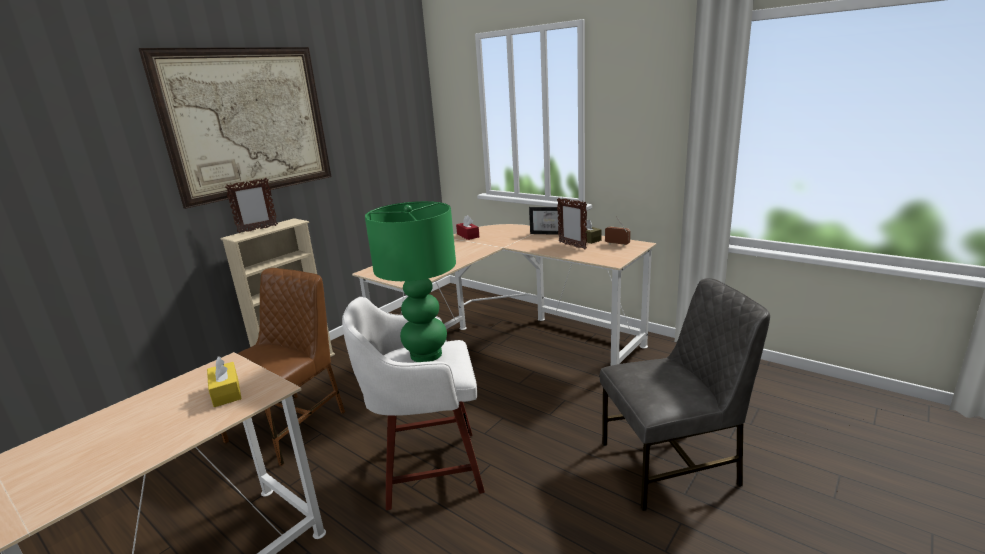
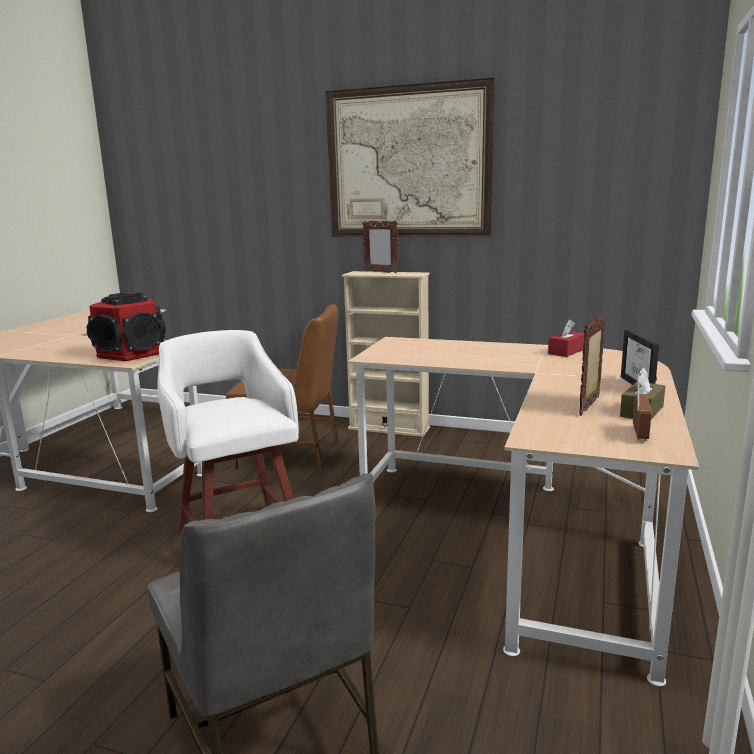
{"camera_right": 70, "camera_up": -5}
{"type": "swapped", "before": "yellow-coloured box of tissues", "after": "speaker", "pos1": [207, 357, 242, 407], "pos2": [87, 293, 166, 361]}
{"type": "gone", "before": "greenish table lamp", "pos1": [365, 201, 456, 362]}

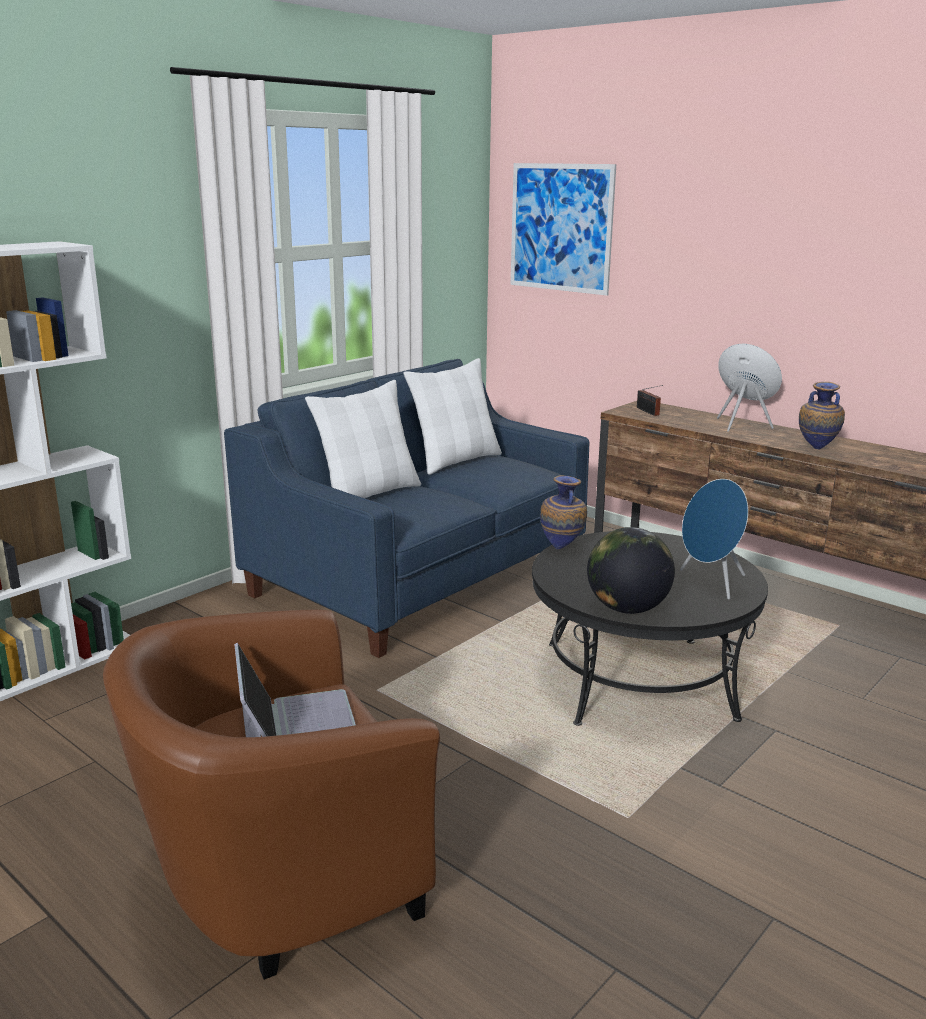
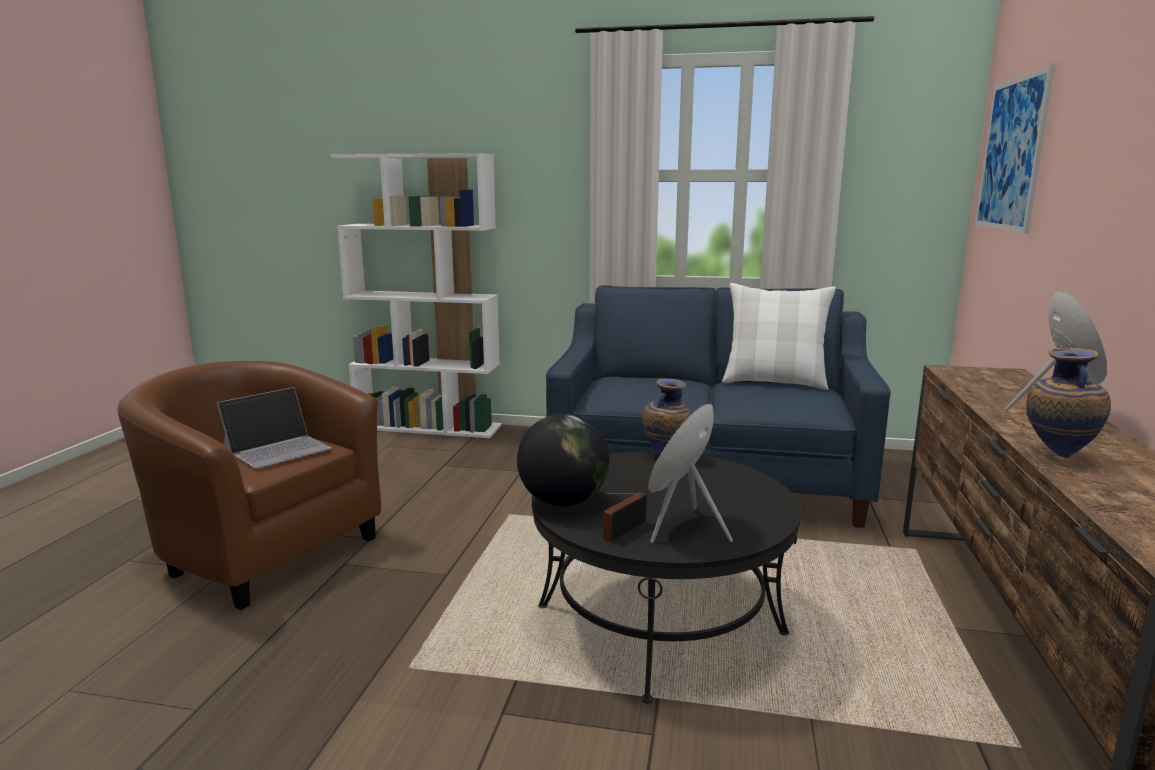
{"camera_right": 60, "camera_up": -5}
{"type": "shifted", "before": "radio set", "pos1": [637, 385, 663, 416], "pos2": [603, 493, 647, 542]}
{"type": "gone", "before": "white pillow", "pos1": [305, 380, 421, 498]}

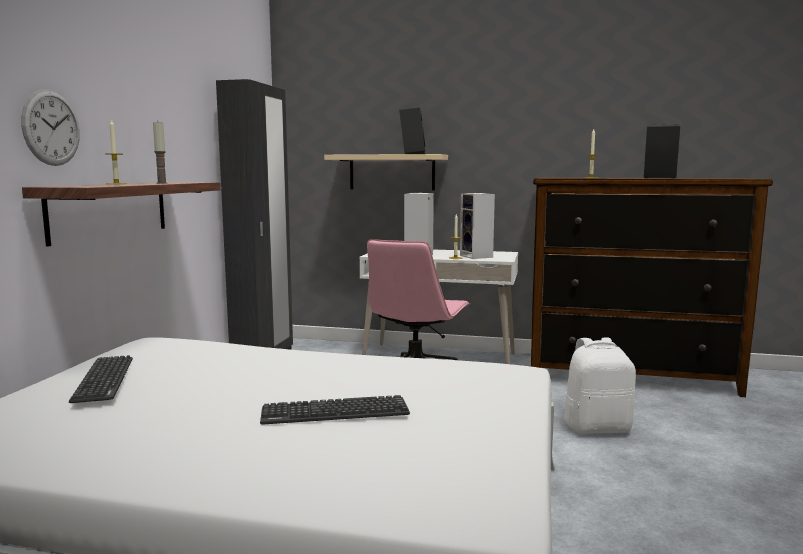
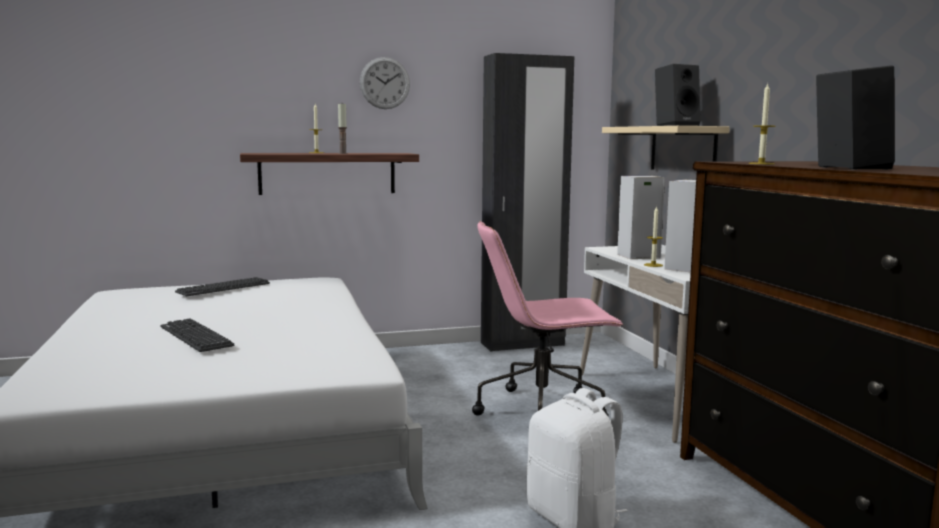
{"camera_right": 60, "camera_up": 0}
{"type": "shifted", "before": "wall clock", "pos1": [21, 90, 80, 166], "pos2": [360, 57, 410, 109]}

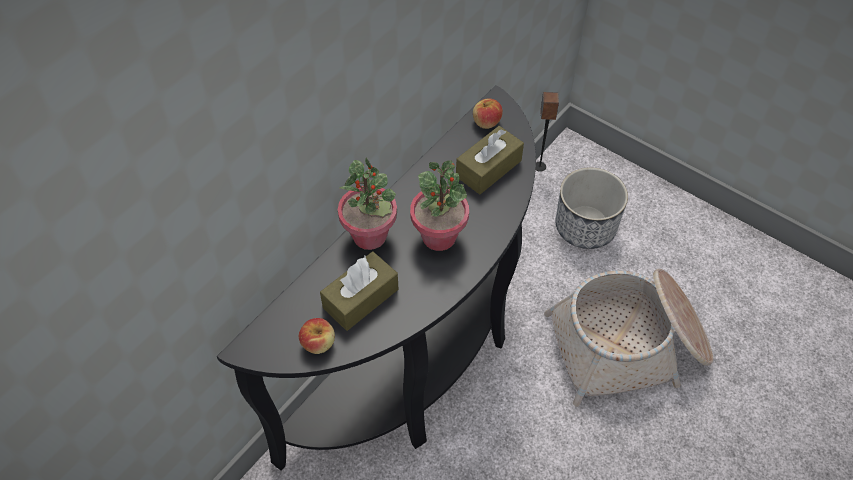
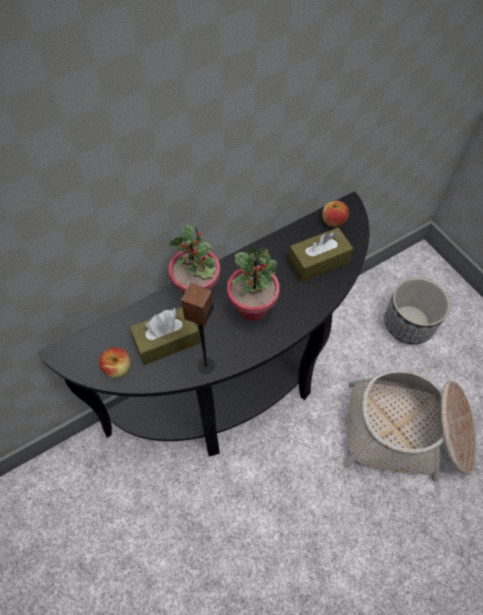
{"camera_right": 20, "camera_up": 5}
{"type": "shifted", "before": "speaker", "pos1": [536, 92, 559, 172], "pos2": [181, 283, 215, 374]}

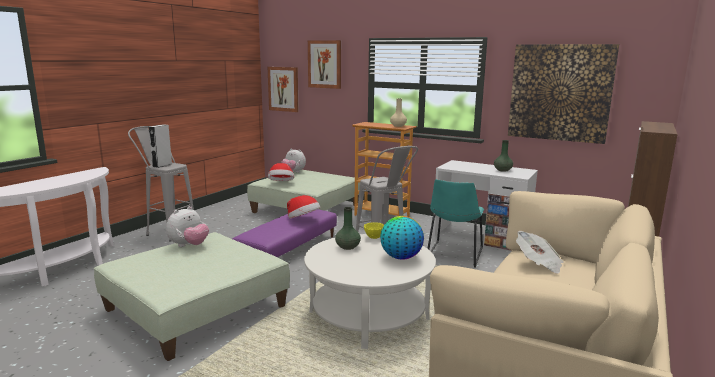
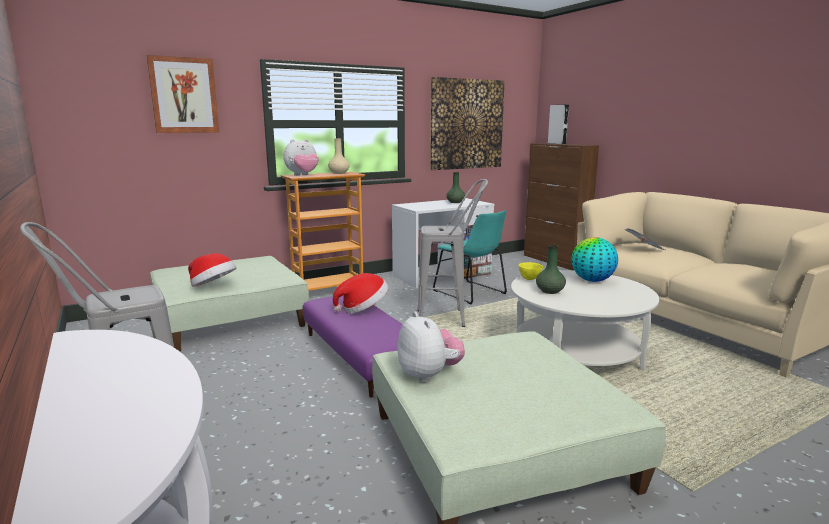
{"camera_right": -60, "camera_up": 0}
{"type": "shifted", "before": "soft toy", "pos1": [281, 148, 306, 173], "pos2": [284, 139, 319, 176]}
{"type": "shifted", "before": "grey speaker", "pos1": [149, 124, 172, 168], "pos2": [548, 105, 569, 144]}
{"type": "gone", "before": "picture", "pos1": [268, 67, 299, 112]}

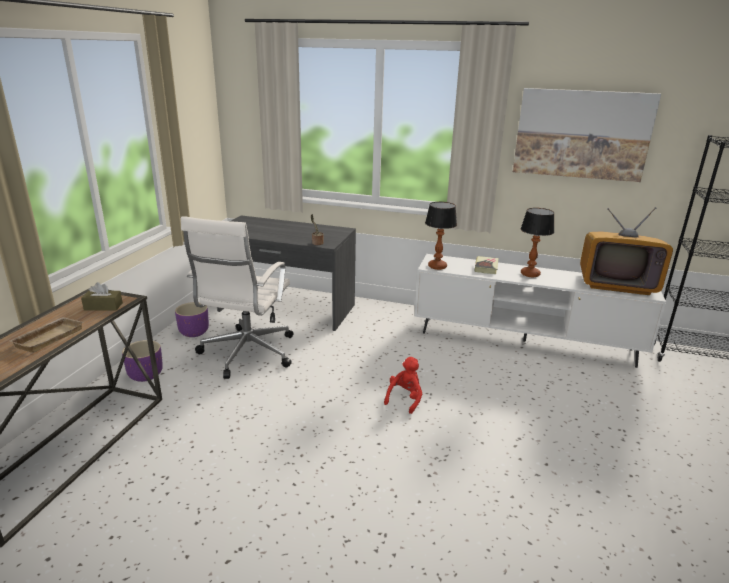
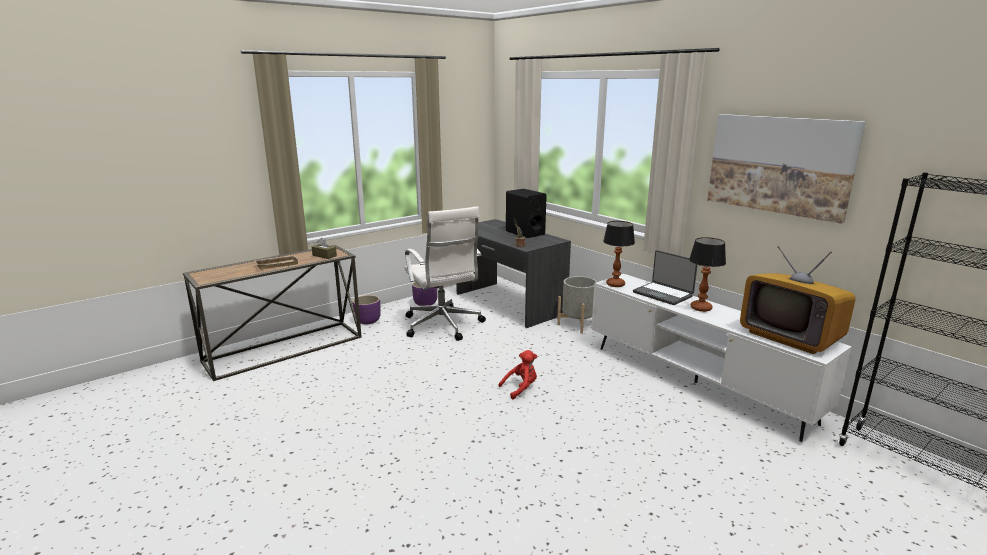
{"camera_right": 35, "camera_up": -5}
{"type": "rotated", "before": "white computer chair", "pos1": [181, 216, 294, 379], "pos2": [405, 206, 486, 341], "turn": -75}
{"type": "new", "after": "black-coloured speaker", "pos2": [506, 189, 547, 238]}
{"type": "new", "after": "grey flower pot", "pos2": [557, 276, 597, 334]}
{"type": "swapped", "before": "bound book", "after": "laptop", "pos1": [475, 256, 498, 274], "pos2": [633, 250, 698, 305]}

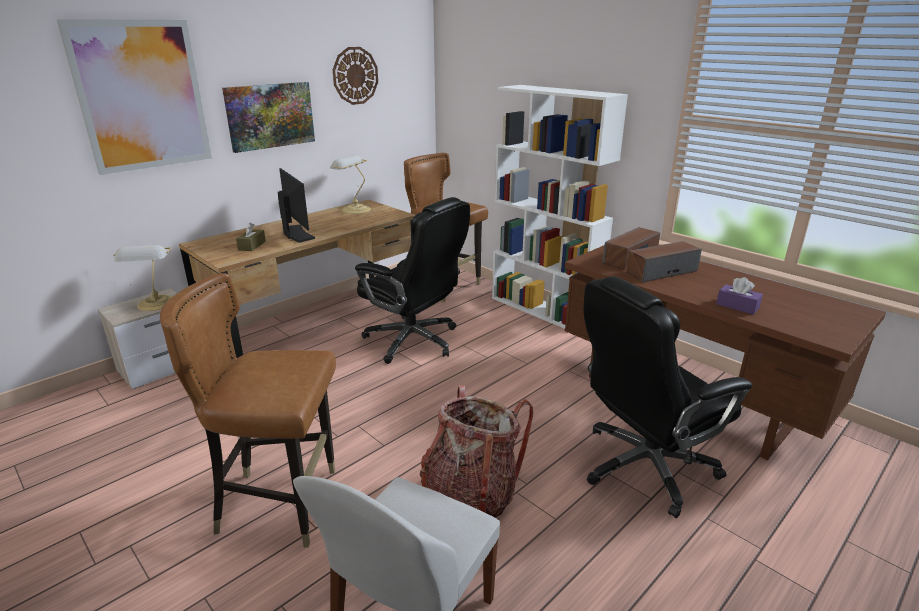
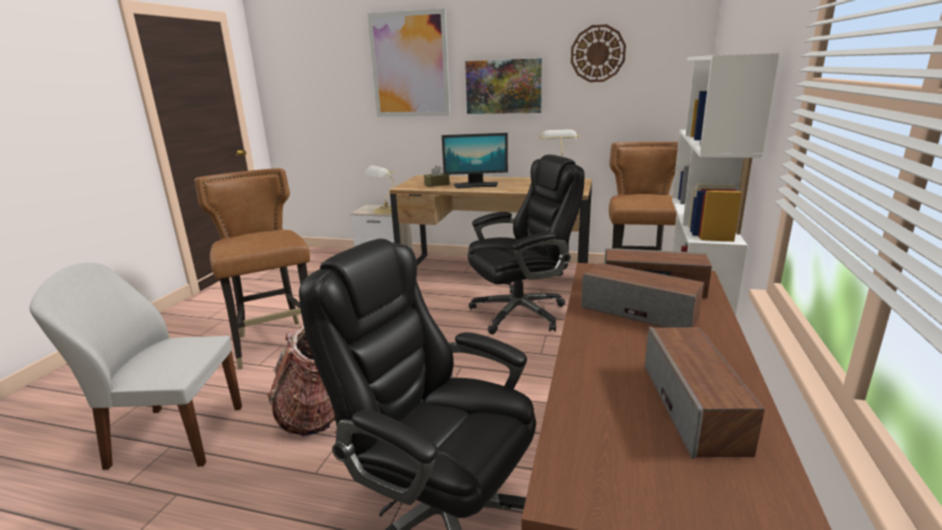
{"camera_right": 60, "camera_up": -5}
{"type": "rotated", "before": "computer screen", "pos1": [278, 168, 315, 243], "pos2": [442, 133, 508, 189], "turn": 60}
{"type": "rotated", "before": "black-coloured computer chair", "pos1": [355, 197, 470, 364], "pos2": [468, 155, 585, 335], "turn": -120}
{"type": "new", "after": "speaker", "pos2": [645, 327, 765, 458]}
{"type": "gone", "before": "purple box of tissues", "pos1": [716, 277, 763, 315]}

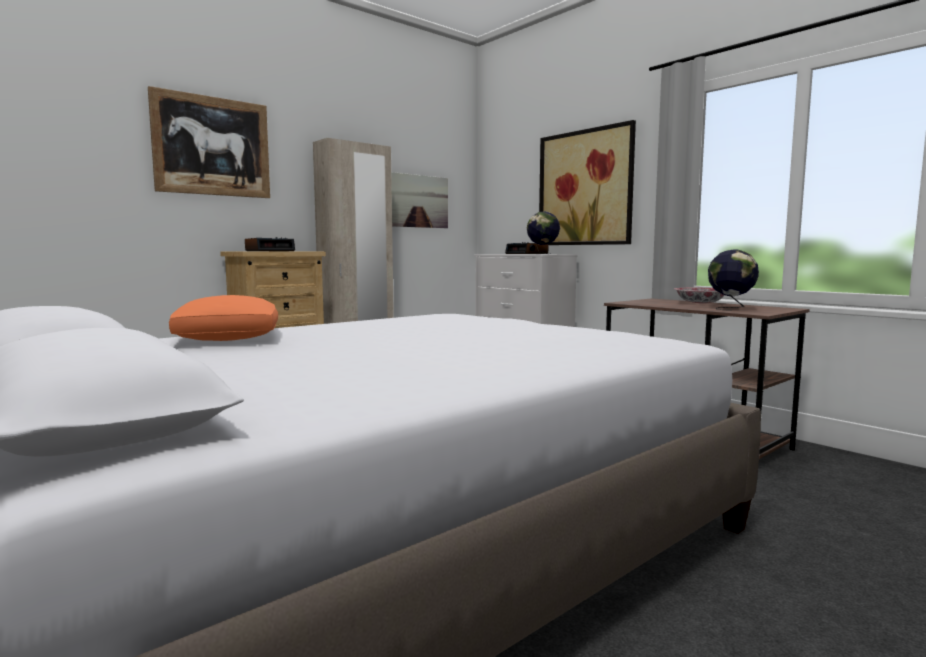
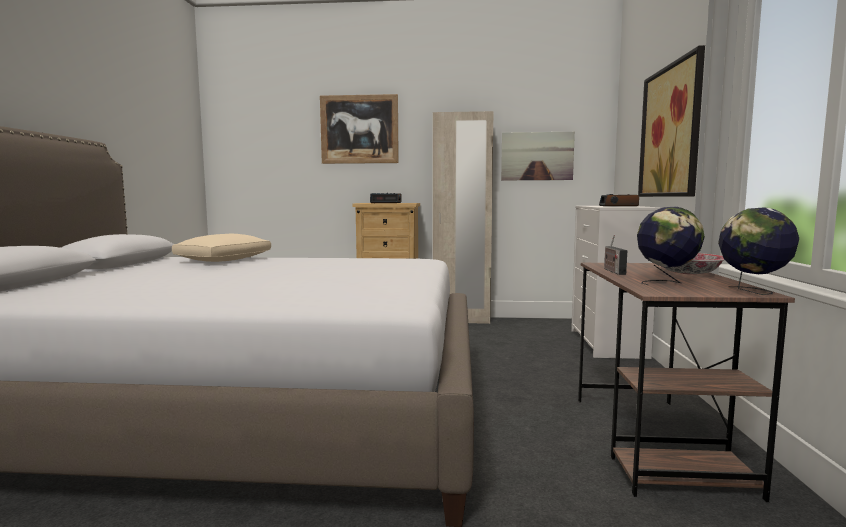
{"camera_right": 45, "camera_up": 0}
{"type": "repainted", "before": "orange pillow", "after": "sand-coloured pillow", "pos1": [169, 295, 278, 341], "pos2": [172, 234, 271, 262]}
{"type": "new", "after": "radio set", "pos2": [604, 235, 627, 275]}
{"type": "shifted", "before": "desk globe", "pos1": [527, 211, 560, 254], "pos2": [718, 207, 799, 295]}

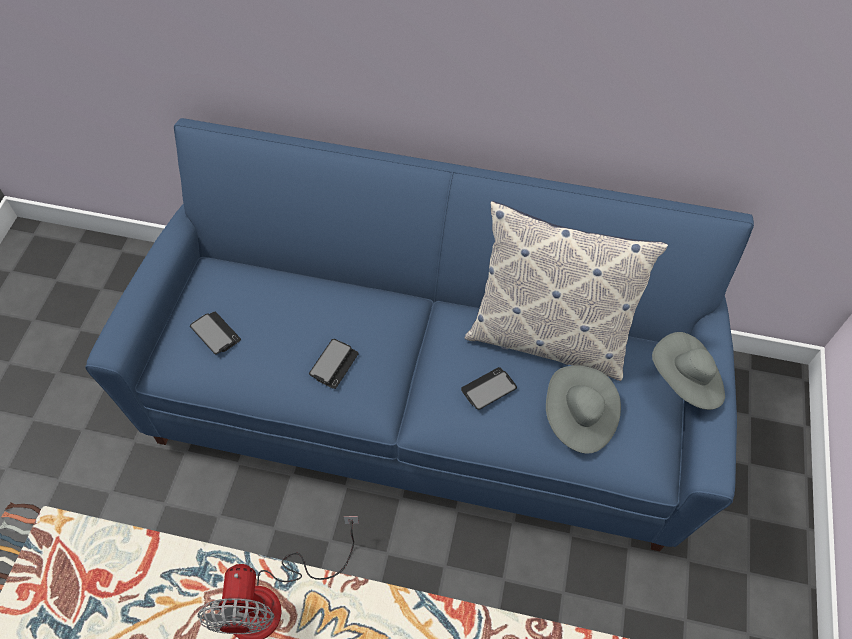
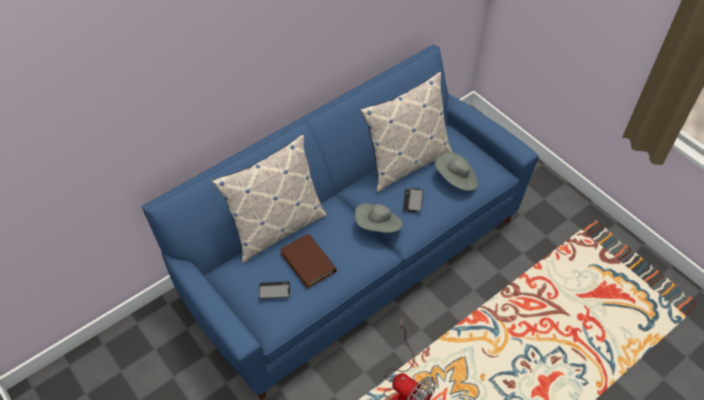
{"camera_right": -50, "camera_up": -5}
{"type": "new", "after": "pillow", "pos2": [212, 135, 327, 263]}
{"type": "new", "after": "brownish bound book", "pos2": [280, 234, 337, 289]}
{"type": "shifted", "before": "grey wearable hat", "pos1": [652, 332, 725, 410], "pos2": [355, 203, 403, 233]}
{"type": "gone", "before": "telephone", "pos1": [309, 339, 359, 389]}

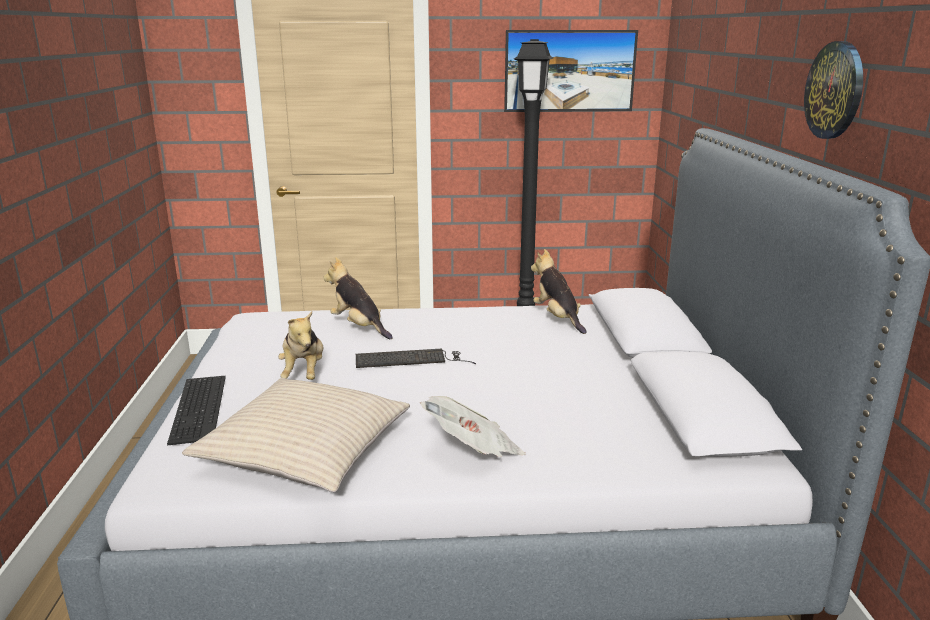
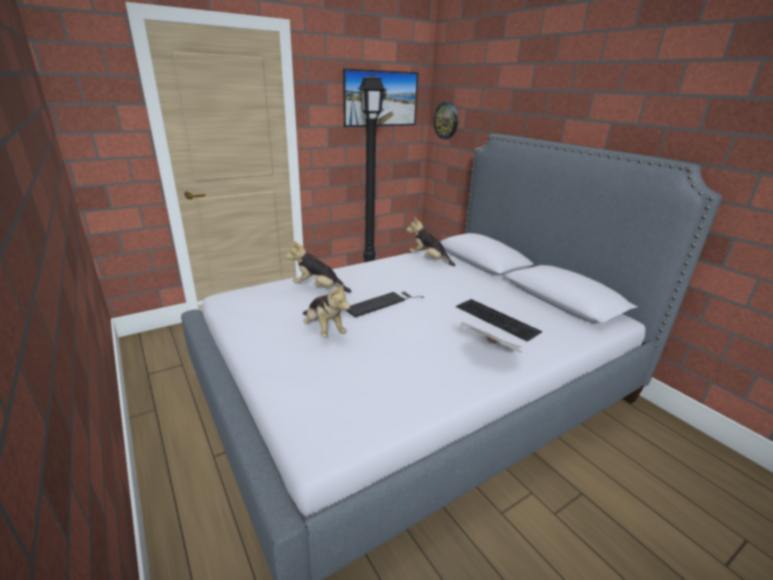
{"camera_right": -30, "camera_up": 5}
{"type": "shifted", "before": "wall clock", "pos1": [804, 41, 863, 139], "pos2": [434, 102, 458, 139]}
{"type": "shifted", "before": "computer keyboard", "pos1": [167, 376, 226, 445], "pos2": [456, 299, 542, 342]}
{"type": "gone", "before": "sand-coloured pillow", "pos1": [182, 378, 410, 492]}

